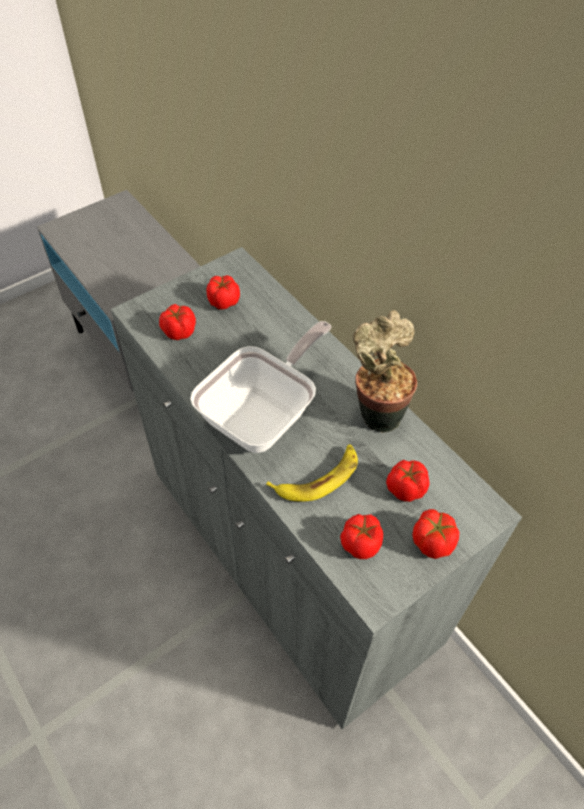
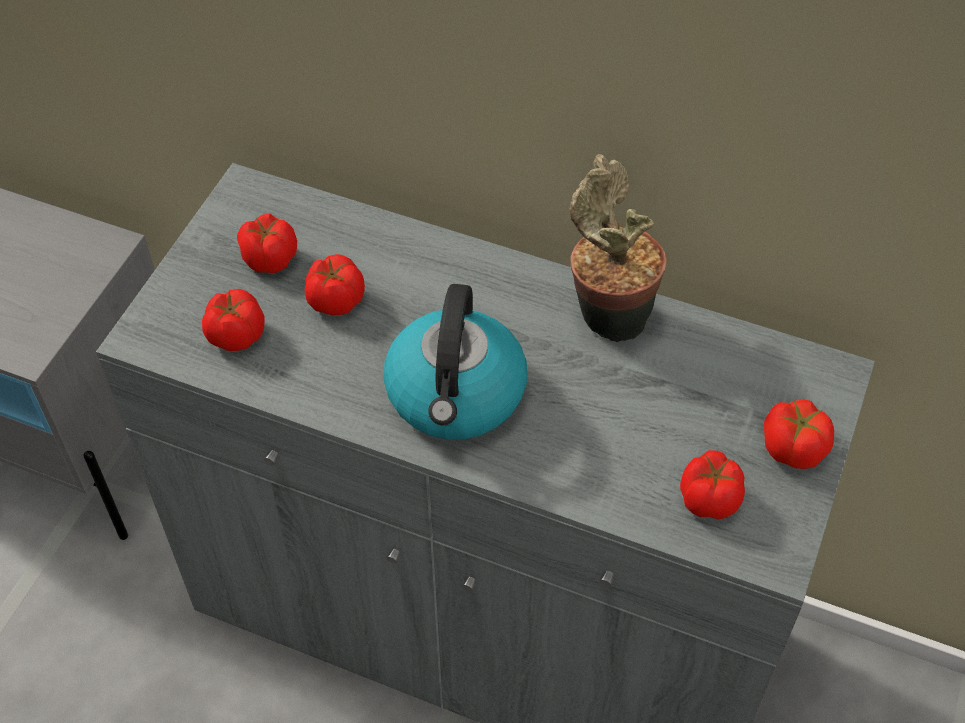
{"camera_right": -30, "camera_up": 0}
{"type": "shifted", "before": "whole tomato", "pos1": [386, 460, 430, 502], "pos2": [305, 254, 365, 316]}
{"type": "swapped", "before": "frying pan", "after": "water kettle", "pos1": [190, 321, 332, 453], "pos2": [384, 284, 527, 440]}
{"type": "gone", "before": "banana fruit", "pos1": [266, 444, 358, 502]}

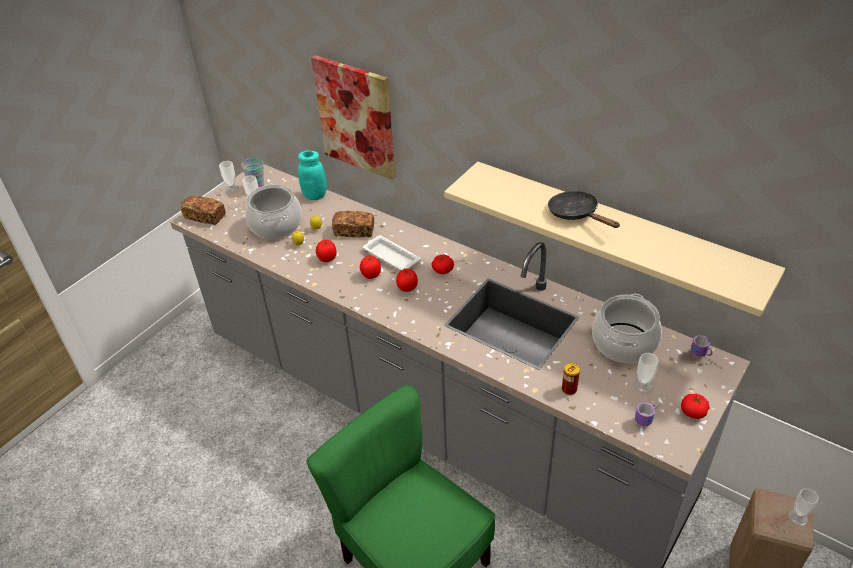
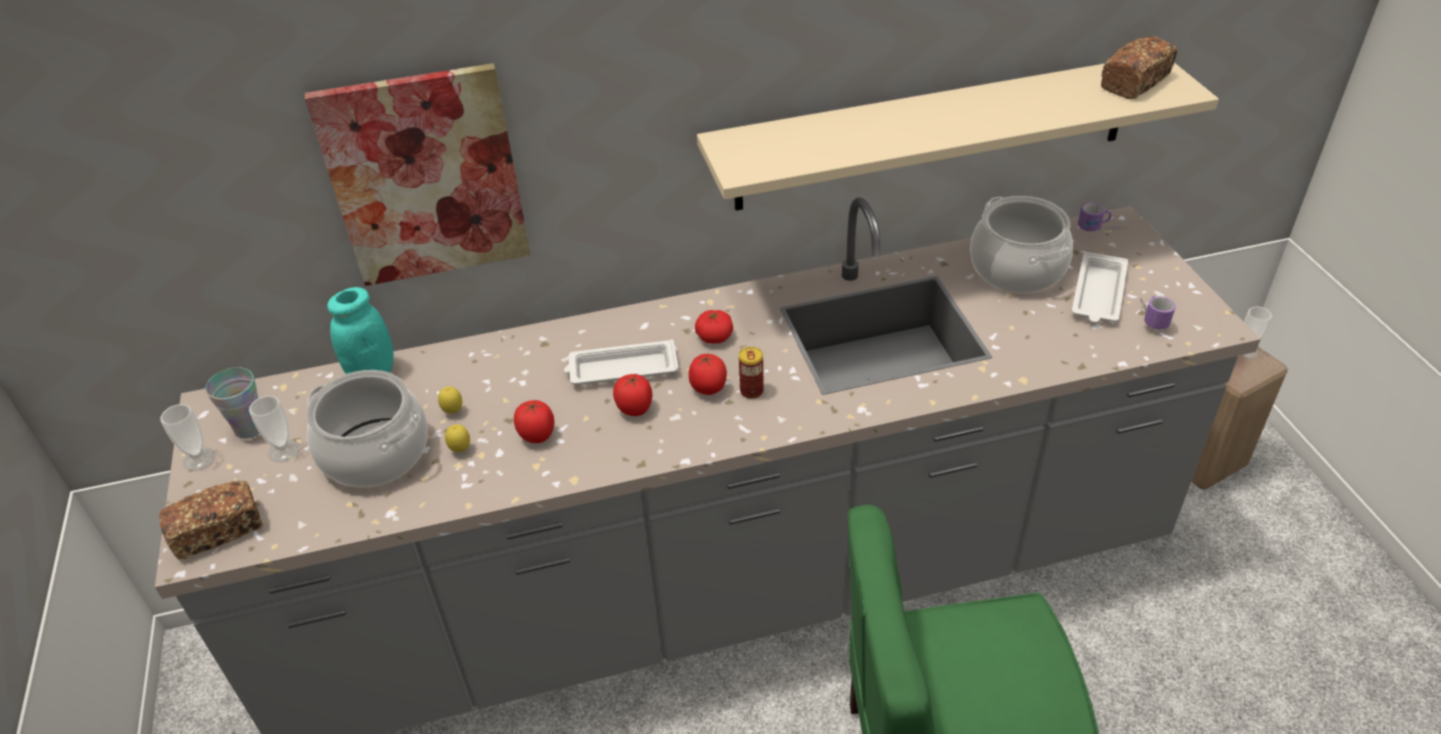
{"camera_right": -50, "camera_up": 0}
{"type": "shifted", "before": "metal can", "pos1": [562, 363, 580, 395], "pos2": [739, 347, 764, 399]}
{"type": "swapped", "before": "cup", "after": "white serving tray", "pos1": [633, 353, 659, 393], "pos2": [1072, 252, 1128, 323]}
{"type": "shifted", "before": "bread", "pos1": [332, 211, 374, 237], "pos2": [1101, 36, 1177, 99]}
{"type": "gone", "before": "black-coloured frying pan", "pos1": [548, 191, 619, 228]}
{"type": "gone", "before": "whole tomato", "pos1": [681, 394, 709, 419]}

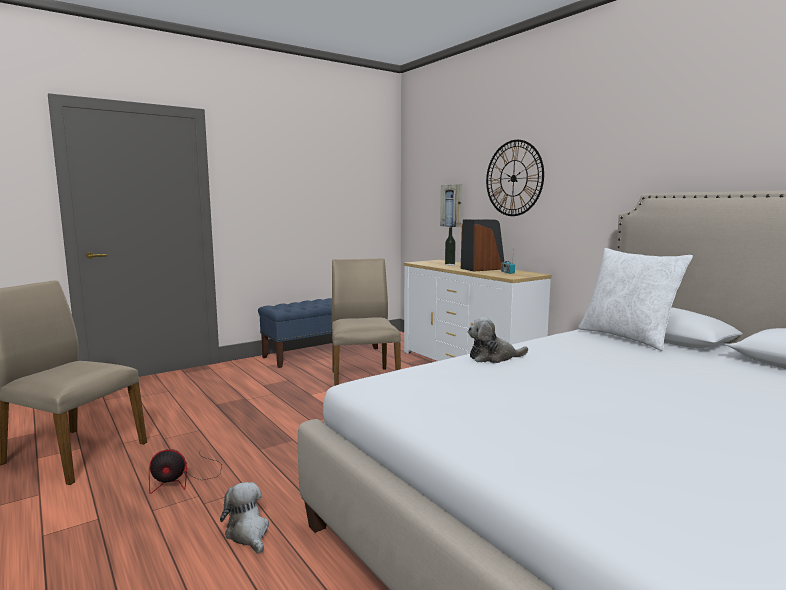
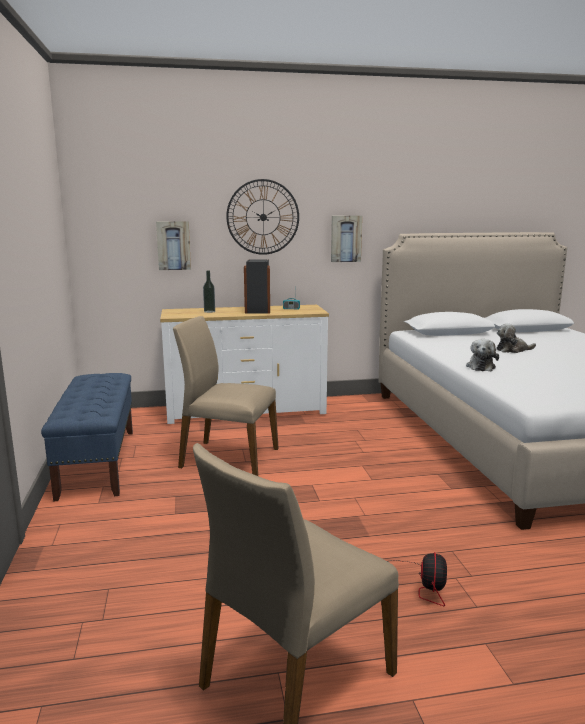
{"camera_right": -65, "camera_up": 5}
{"type": "new", "after": "picture", "pos2": [331, 216, 362, 262]}
{"type": "shifted", "before": "soft toy", "pos1": [220, 482, 269, 553], "pos2": [497, 323, 536, 353]}
{"type": "gone", "before": "white pillow", "pos1": [578, 248, 693, 351]}

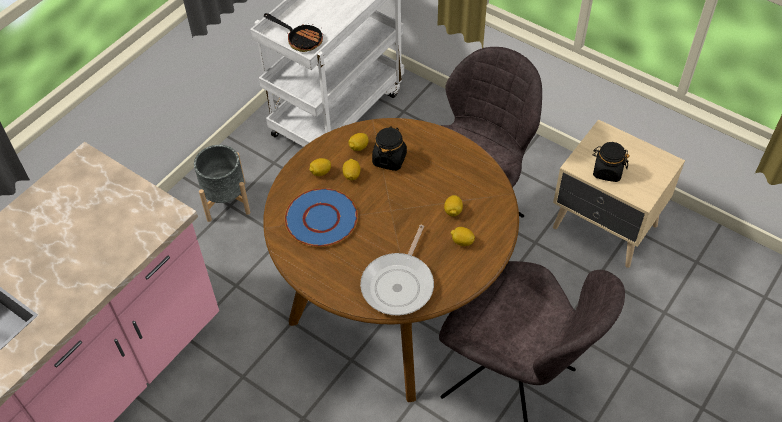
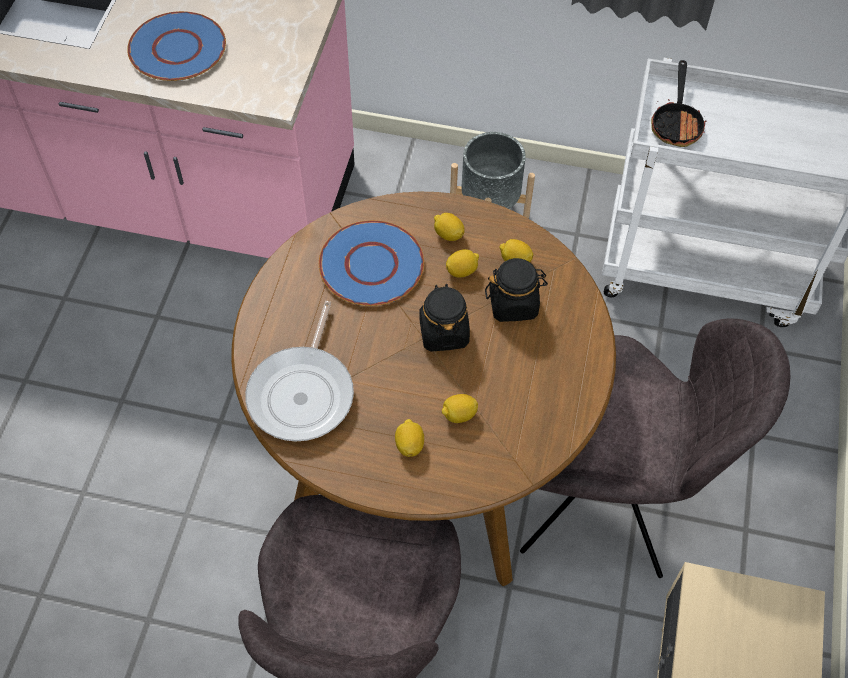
{"camera_right": 65, "camera_up": 5}
{"type": "new", "after": "blue dinner plate", "pos2": [127, 11, 226, 81]}
{"type": "rotated", "before": "frying pan", "pos1": [360, 225, 434, 315], "pos2": [245, 301, 354, 441], "turn": -75}
{"type": "shifted", "before": "black-coloured preserve jar", "pos1": [593, 142, 629, 182], "pos2": [419, 284, 470, 352]}

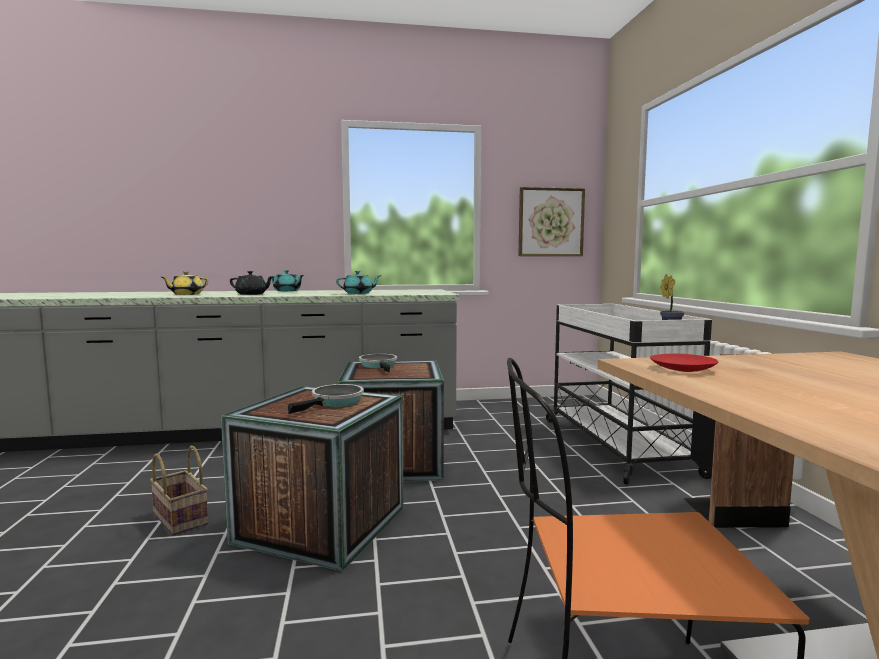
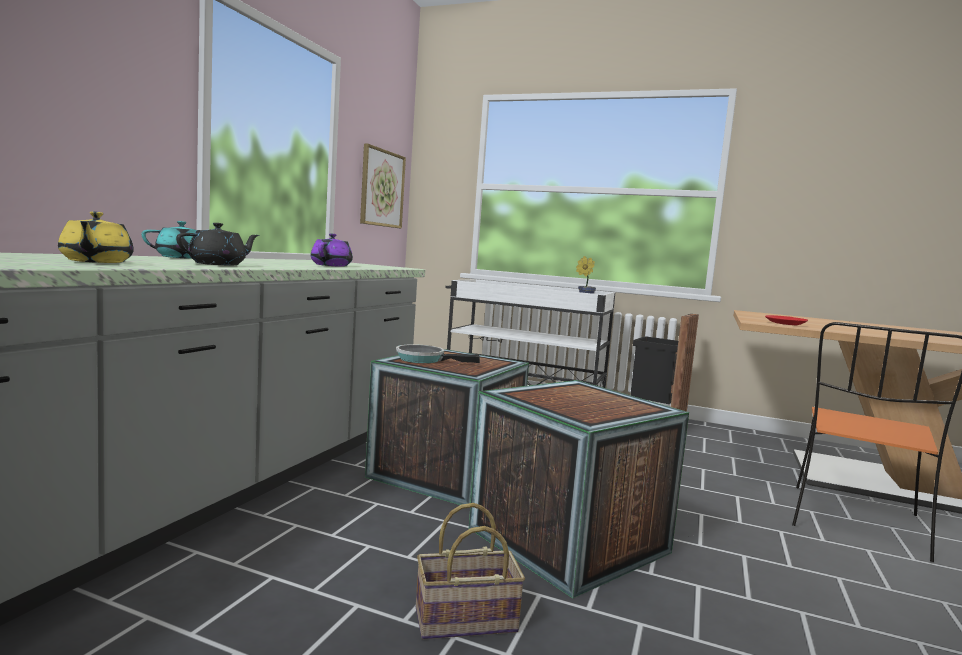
{"camera_right": -60, "camera_up": 0}
{"type": "repainted", "before": "blue-green pot for tea", "after": "purple pot for tea", "pos1": [336, 271, 382, 294], "pos2": [311, 234, 353, 267]}
{"type": "gone", "before": "frying pan", "pos1": [288, 384, 364, 414]}

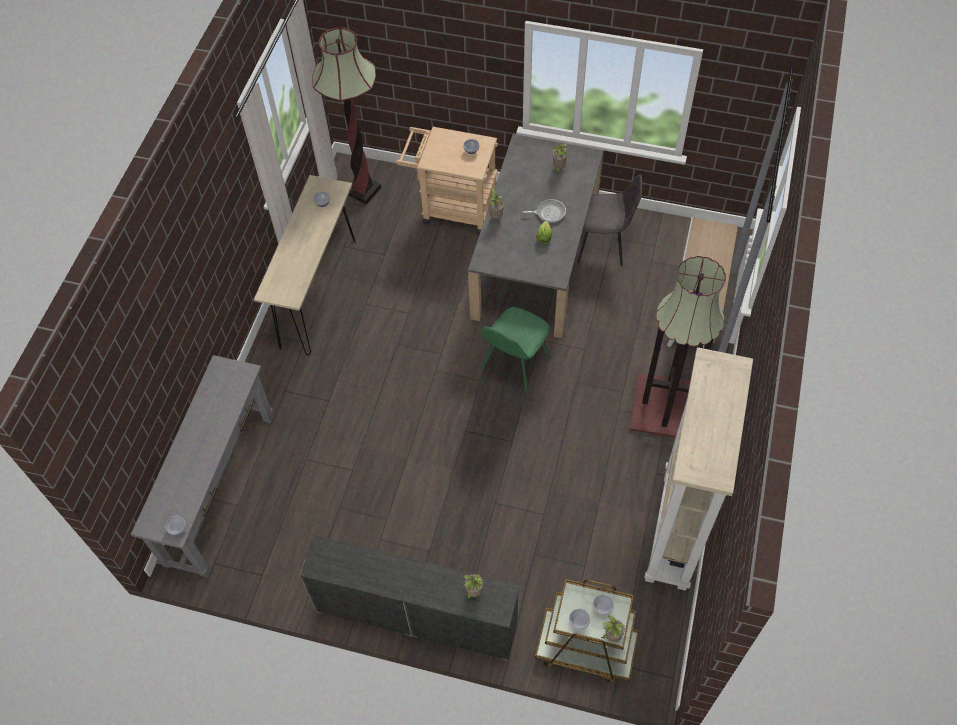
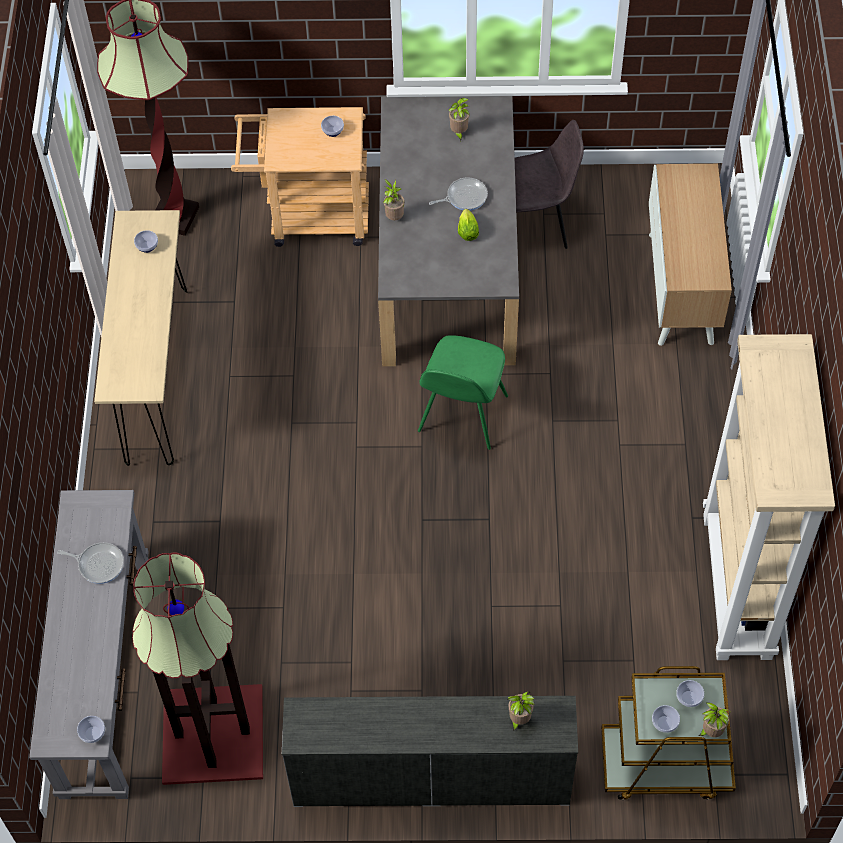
{"camera_right": -15, "camera_up": 0}
{"type": "new", "after": "frying pan", "pos2": [57, 542, 124, 584]}
{"type": "shifted", "before": "standard lamp", "pos1": [630, 256, 726, 438], "pos2": [132, 553, 263, 785]}

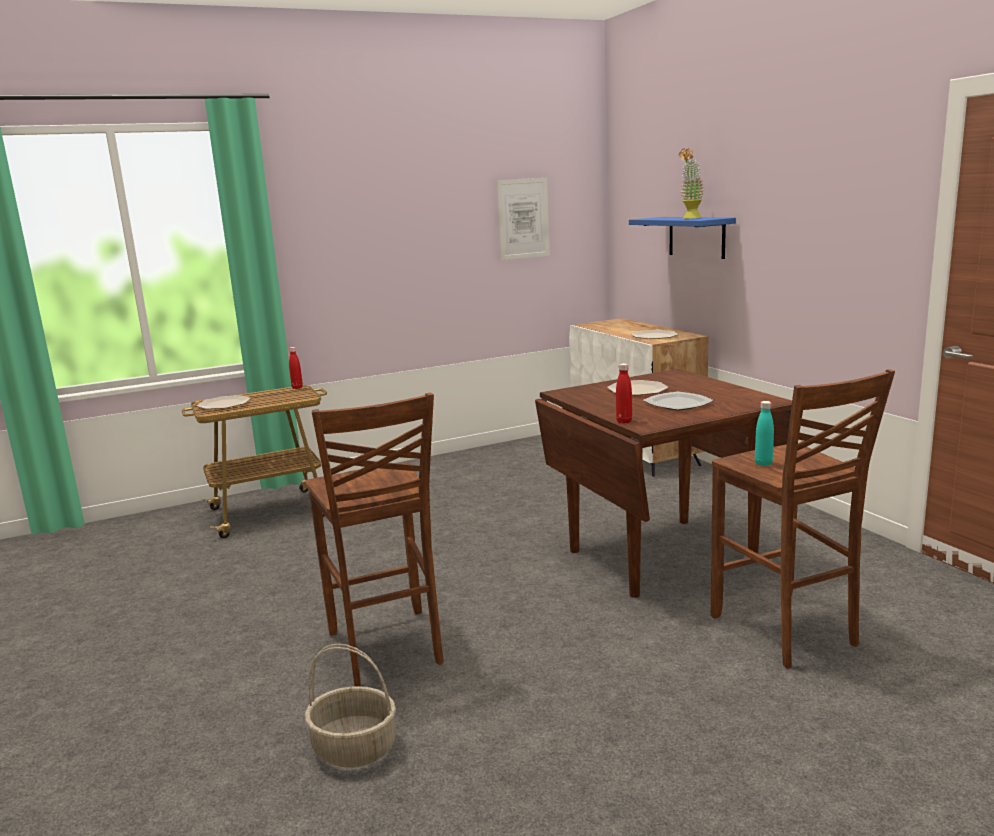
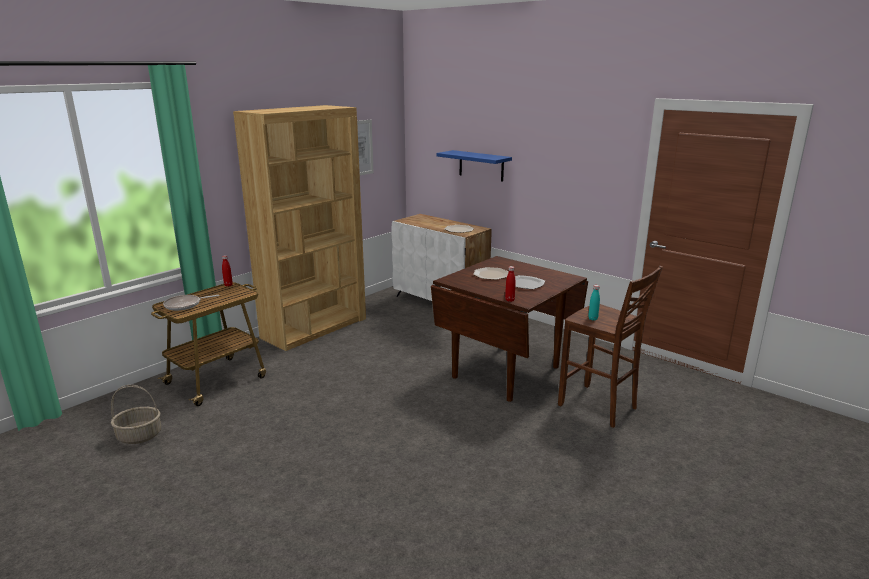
{"camera_right": -25, "camera_up": 5}
{"type": "shifted", "before": "basket", "pos1": [305, 644, 396, 767], "pos2": [111, 385, 161, 444]}
{"type": "swapped", "before": "dinner plate", "after": "frying pan", "pos1": [197, 395, 251, 409], "pos2": [163, 295, 219, 311]}
{"type": "new", "after": "brownish bookshelf", "pos2": [233, 105, 366, 351]}
{"type": "gone", "before": "brownish stool", "pos1": [305, 393, 444, 687]}
{"type": "gone", "before": "houseplant", "pos1": [678, 148, 704, 219]}

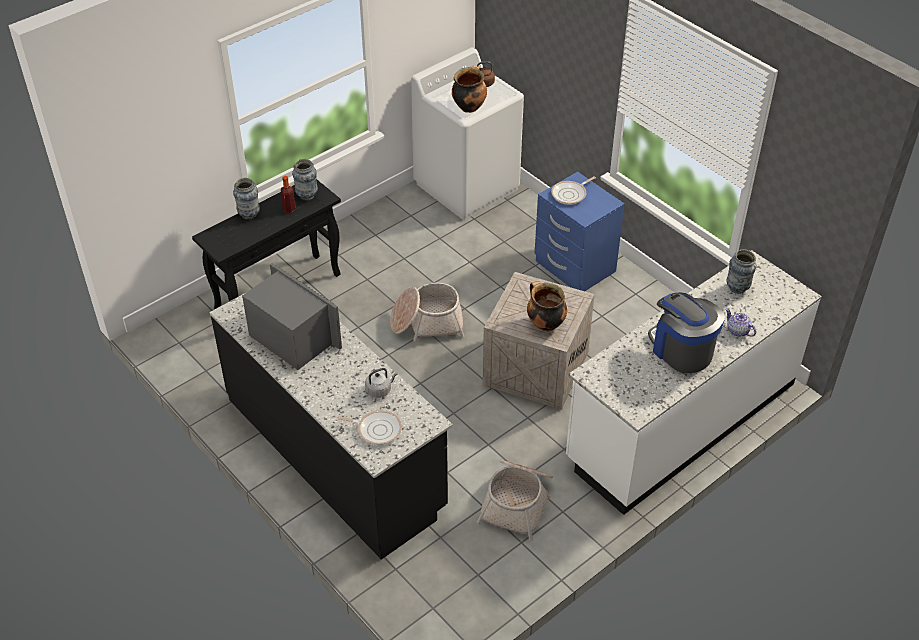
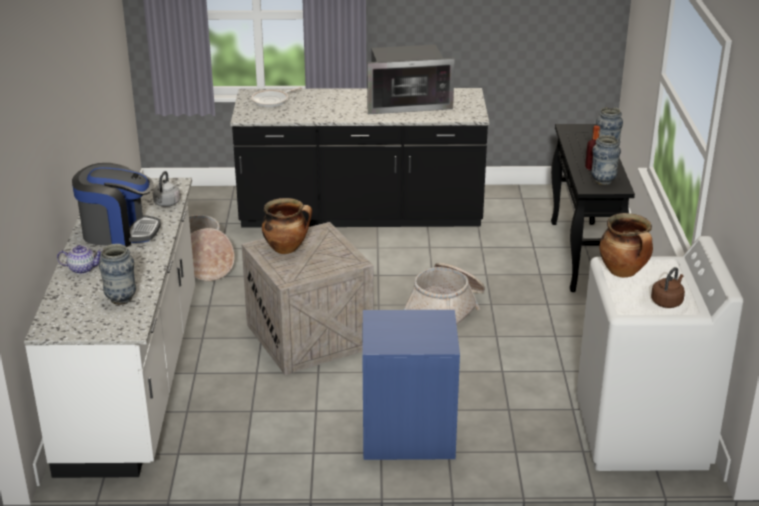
{"camera_right": 130, "camera_up": -15}
{"type": "shifted", "before": "grey water kettle", "pos1": [365, 368, 397, 398], "pos2": [153, 171, 180, 207]}
{"type": "gone", "before": "frying pan", "pos1": [551, 176, 596, 205]}

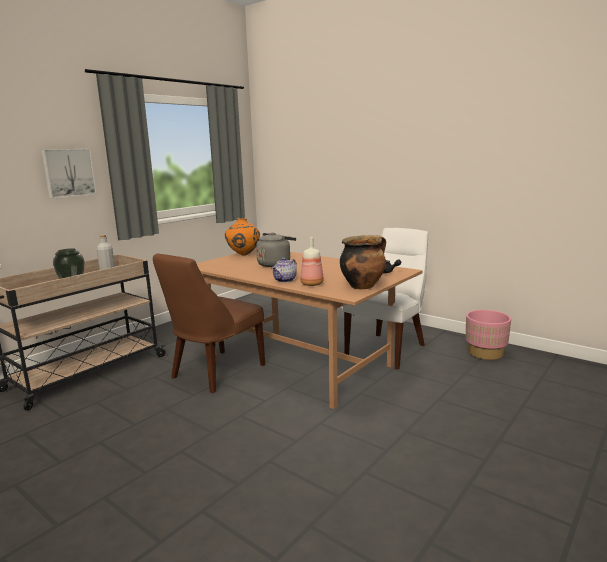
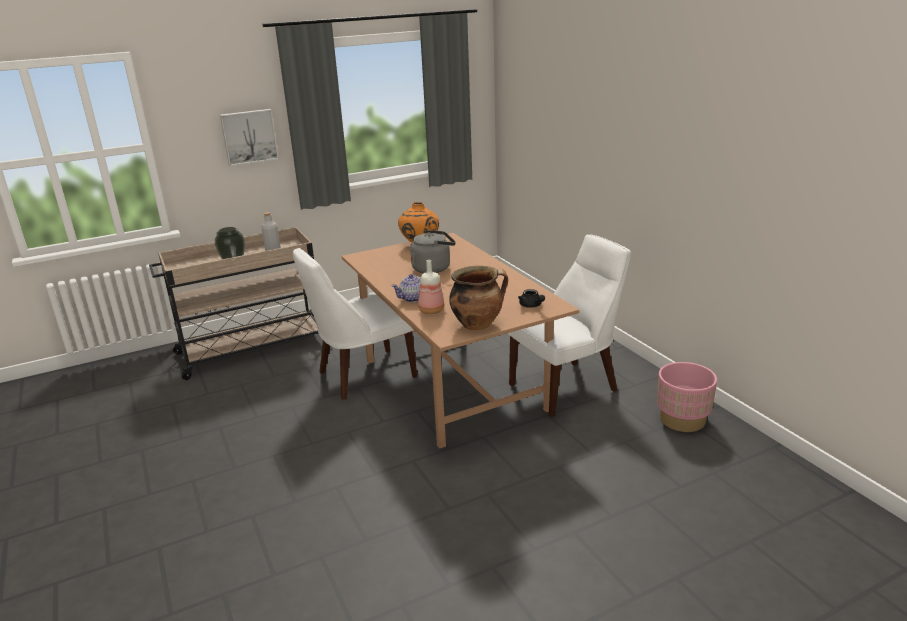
{"camera_right": 25, "camera_up": 10}
{"type": "repainted", "before": "brownish plain chair", "after": "white plain chair", "pos1": [153, 254, 265, 393], "pos2": [293, 248, 417, 400]}

